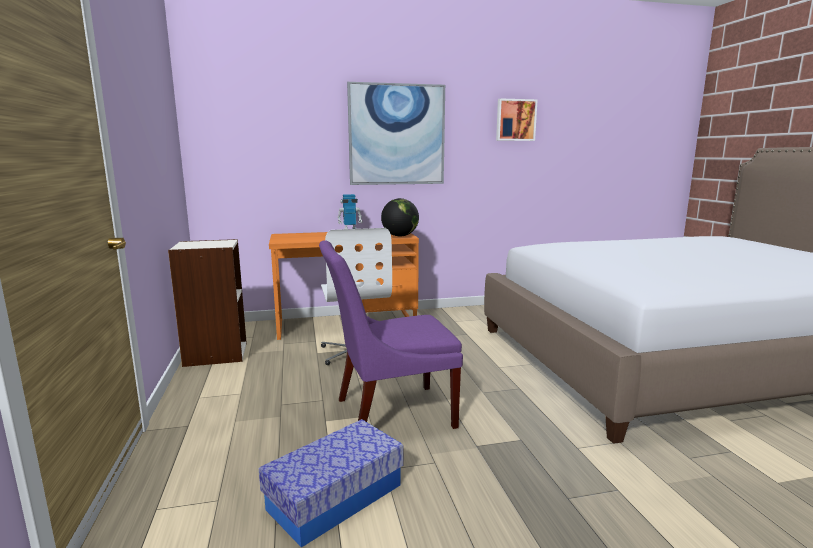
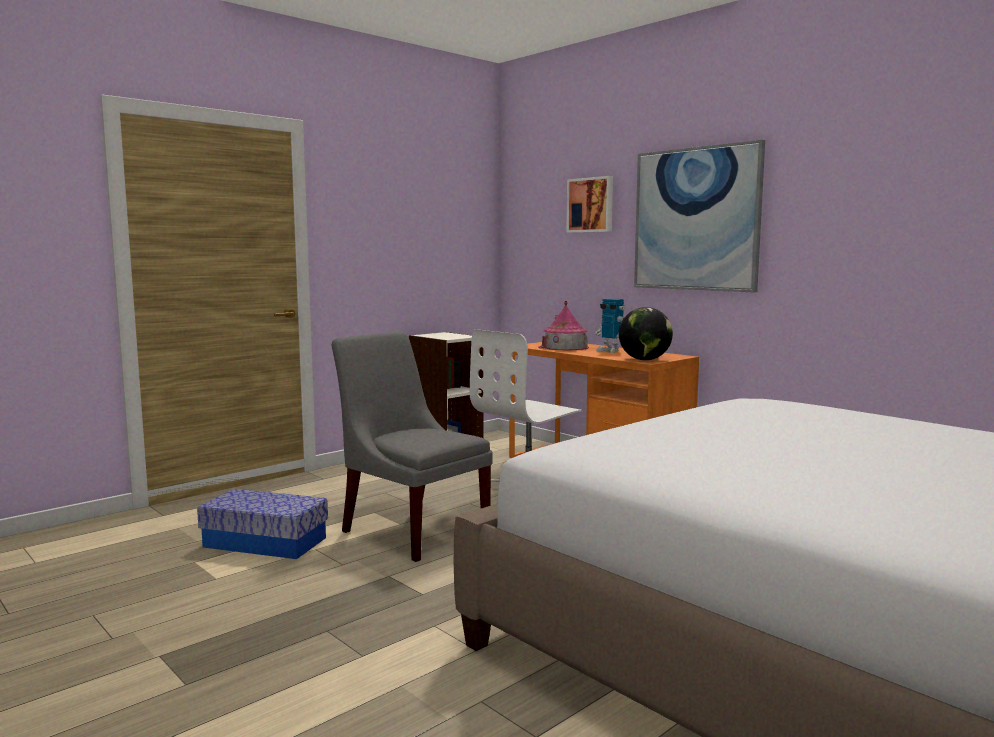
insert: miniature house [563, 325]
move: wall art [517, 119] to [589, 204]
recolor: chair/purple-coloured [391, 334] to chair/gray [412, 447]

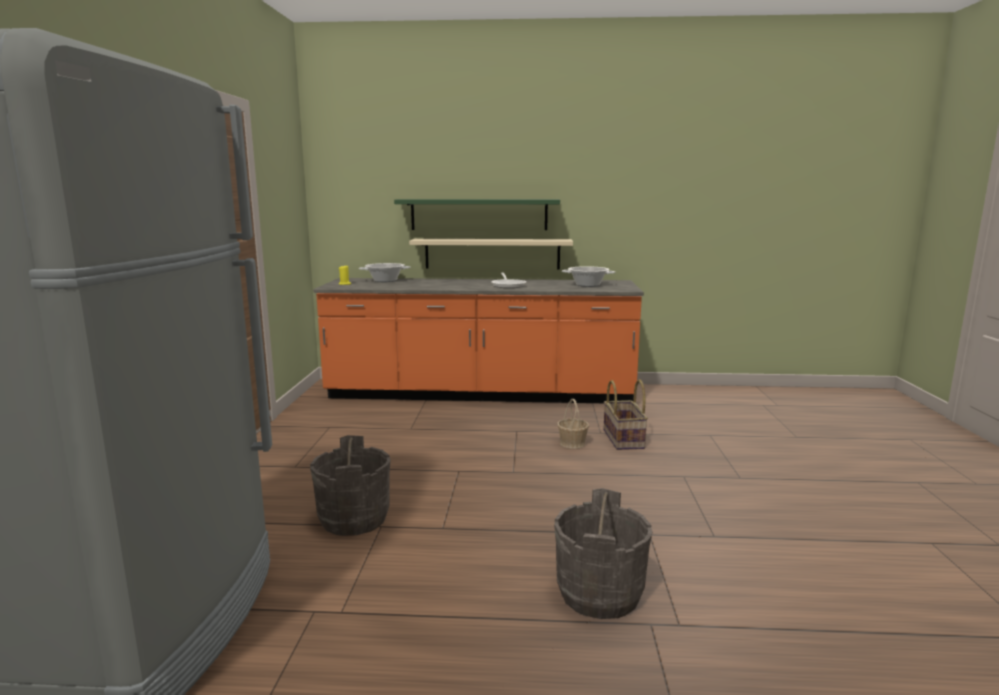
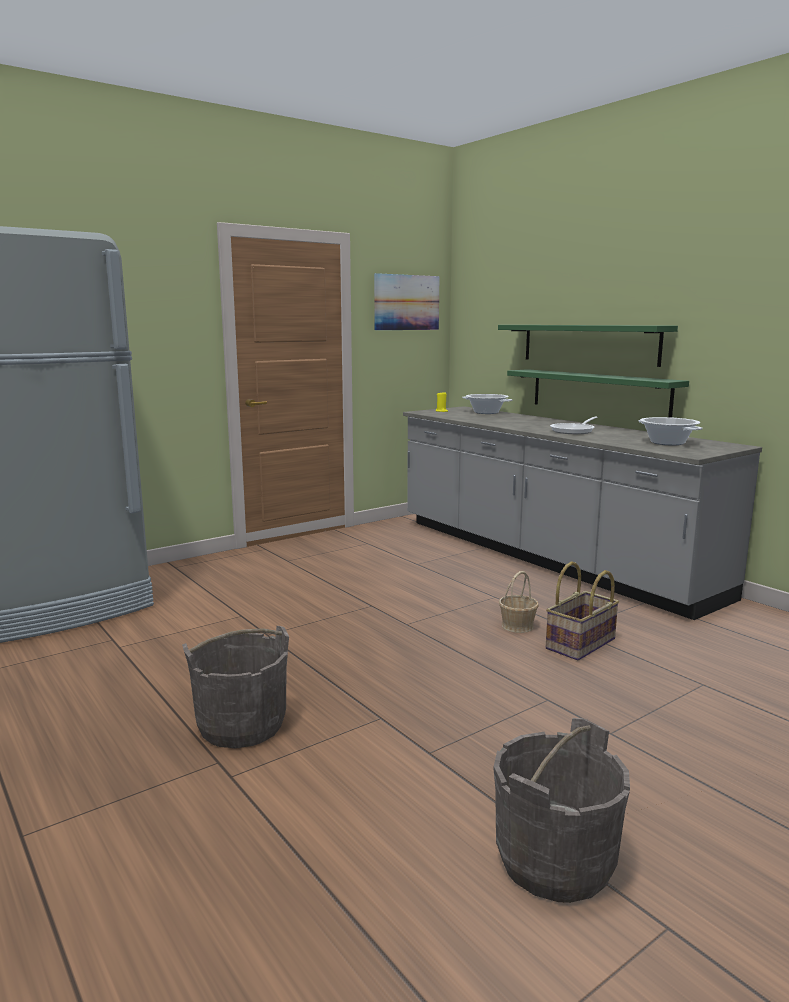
insert: wall art [407, 301]
move: bucket/gray [350, 485] to [562, 810]
recolor: shelf/beige [491, 254] to shelf/greenish [598, 393]; kitchen counter/orangey [478, 340] to kitchen counter/gray [582, 513]

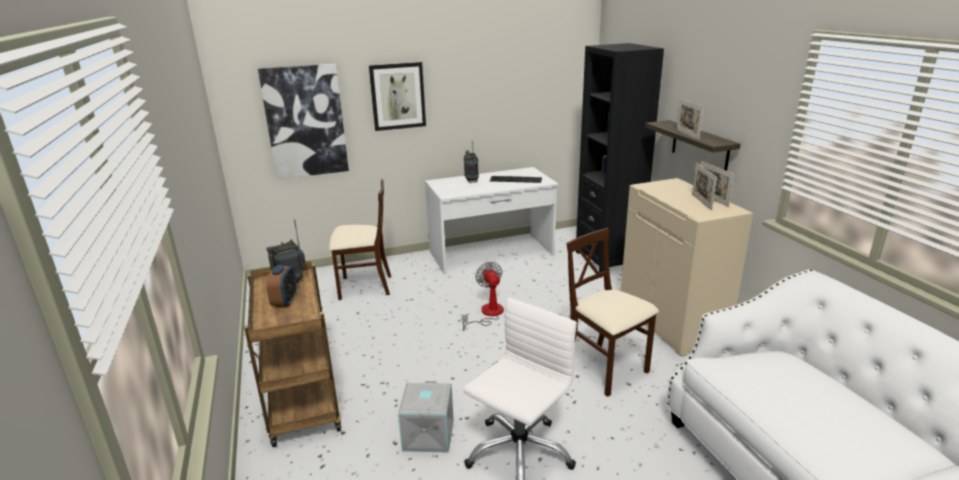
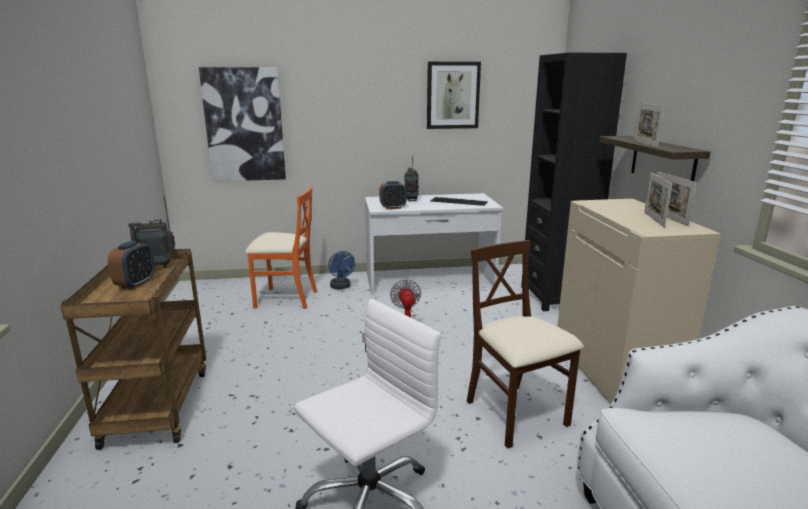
delete: storage box/gray [426, 417]
insert: bedside clock [393, 195]; cooling fan/blue [341, 270]
move: wall art [397, 96] to [454, 95]
recolor: chair/beige [360, 239] to chair/orangey [281, 247]

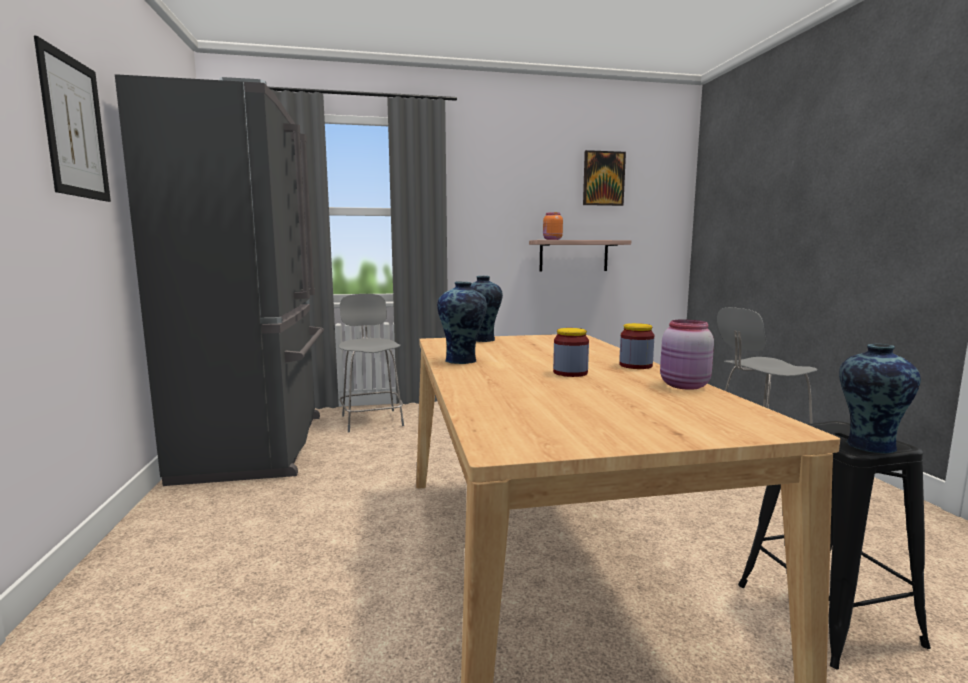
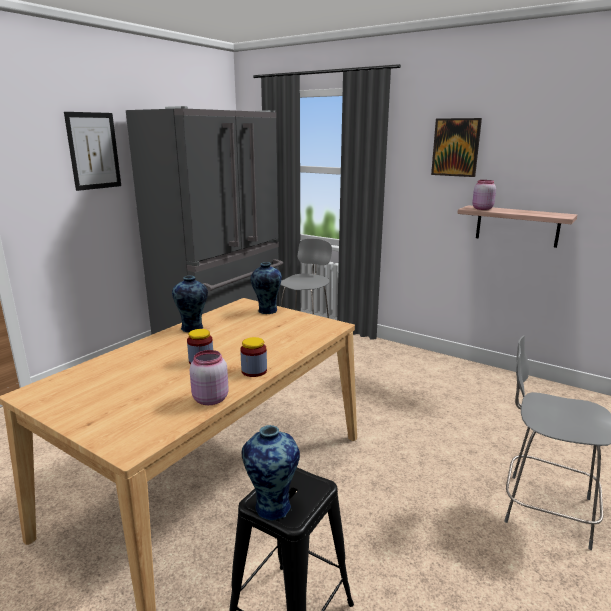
move: wall art [604, 178] to [456, 147]
recolor: jar/orangey [553, 226] to jar/pink [484, 195]

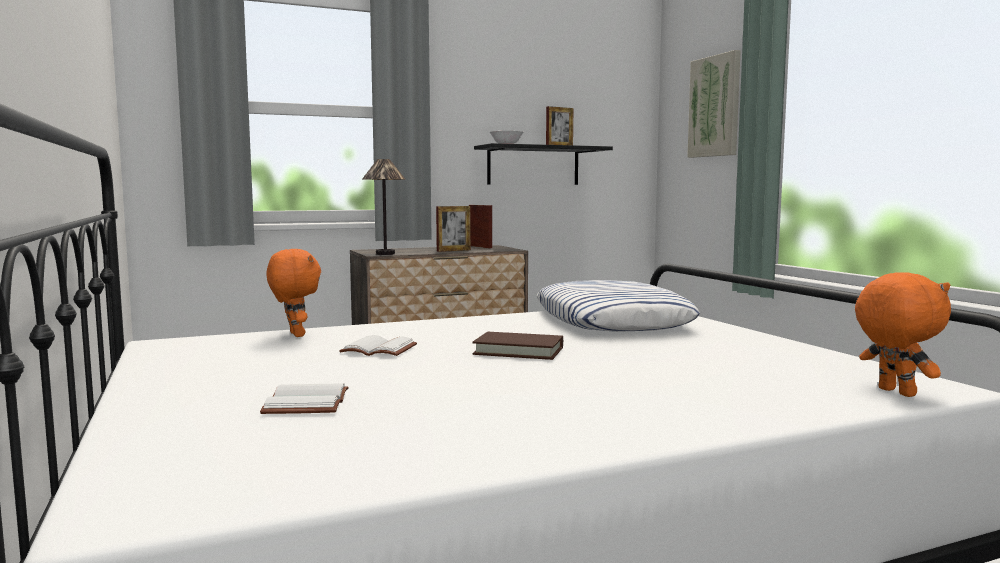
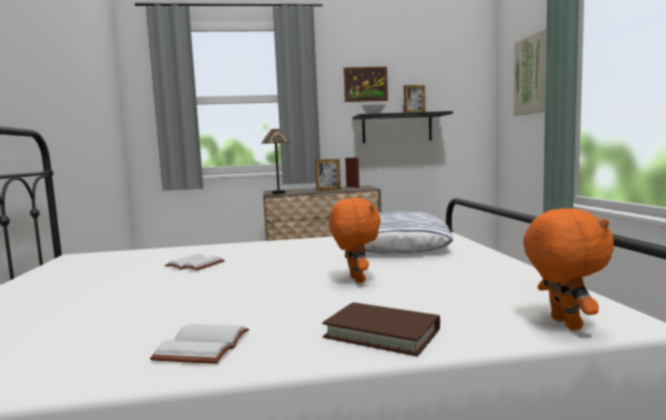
insert: wall art [366, 84]
move: cuddly toy/orangey [293, 293] to [355, 240]; bound book/brownish [518, 346] to [381, 329]; bound book/white [304, 398] to [199, 344]

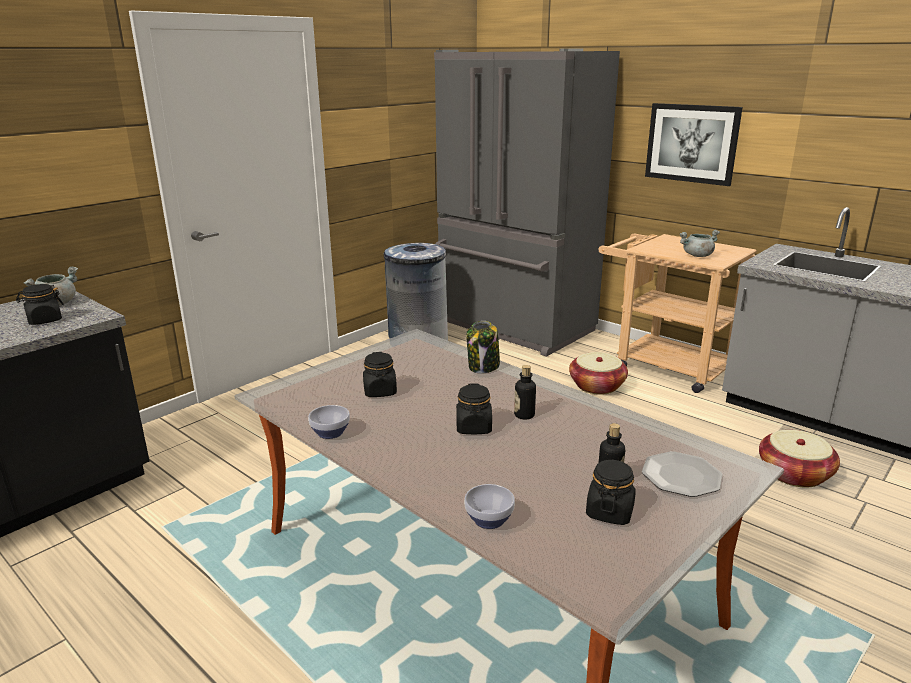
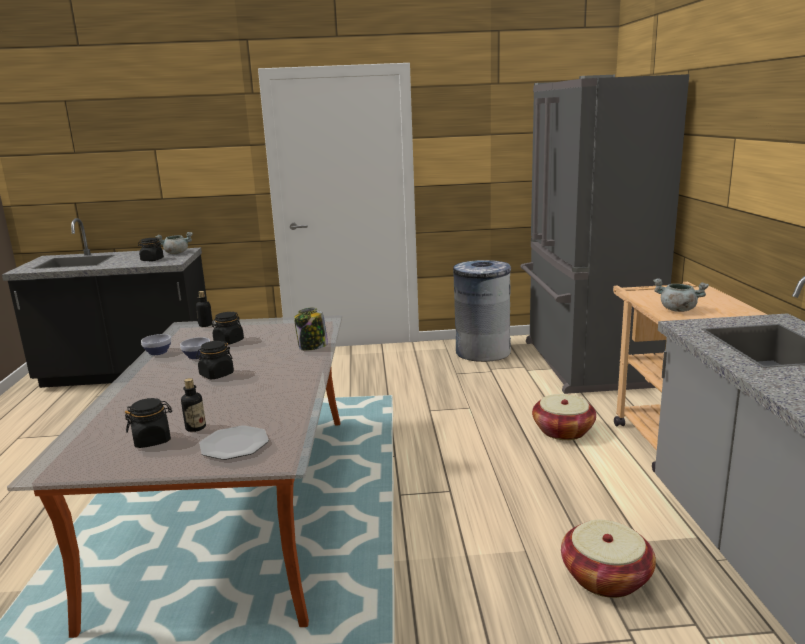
delete: wall art [694, 144]
move: bottle [525, 392] to [204, 309]; bowl [489, 506] to [195, 348]

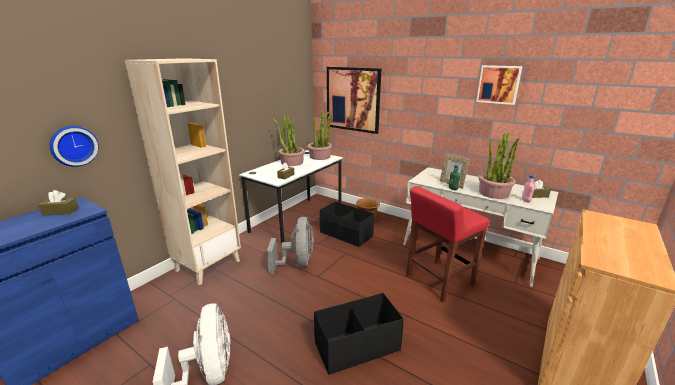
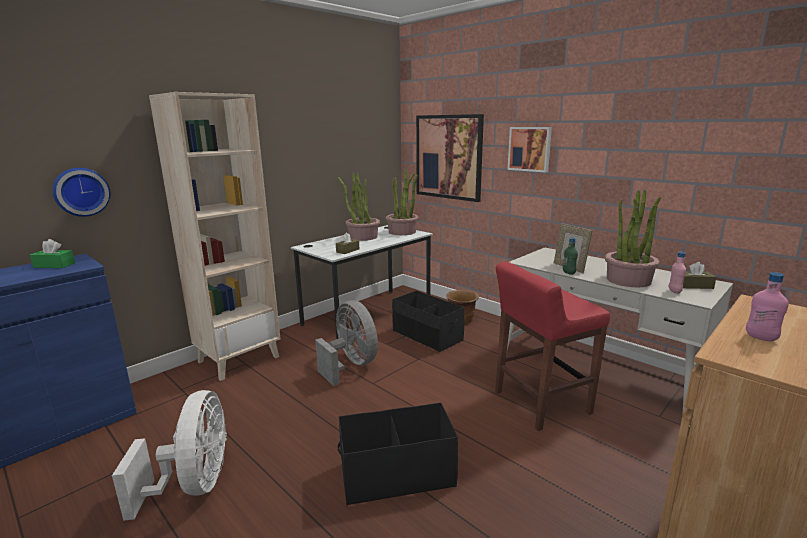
insert: bottle/pink [767, 307]
move: wall art [499, 85] to [529, 150]
recolor: tissue box/brownish [58, 202] to tissue box/greenish [52, 253]
rotate: cooling fan/gray [290, 245] = [346, 343] 45 degrees counterclockwise

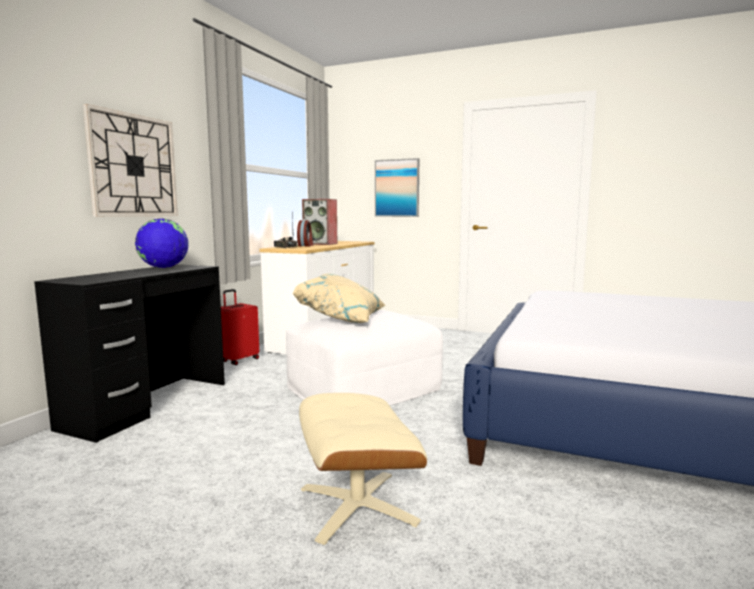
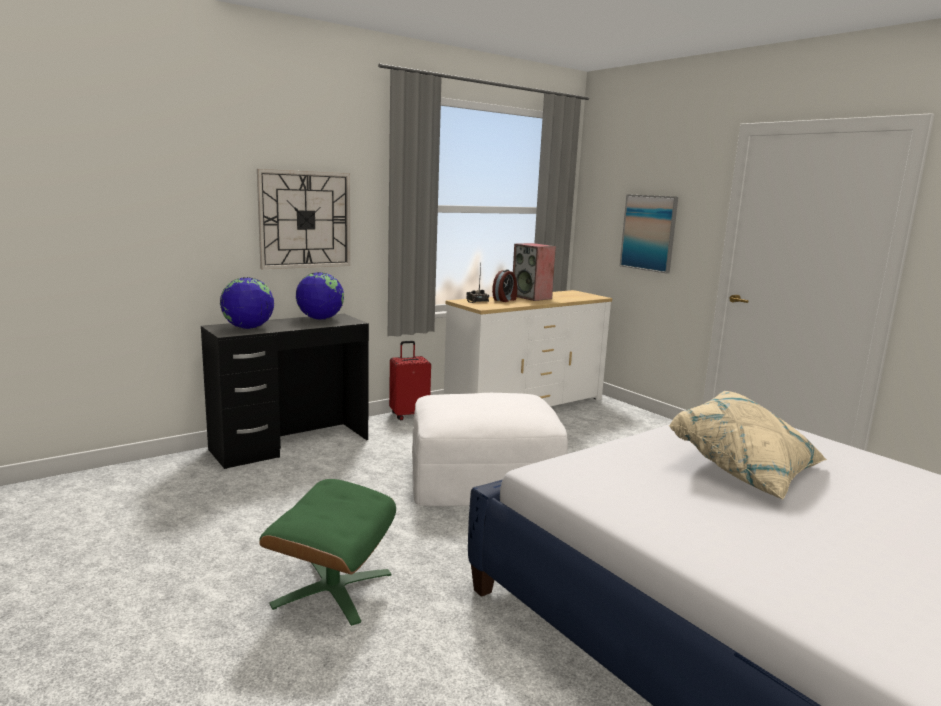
insert: globe [247, 303]
move: cushion/beige [339, 298] to [748, 445]
recolor: footrest/beige [363, 469] to footrest/greenish [327, 552]

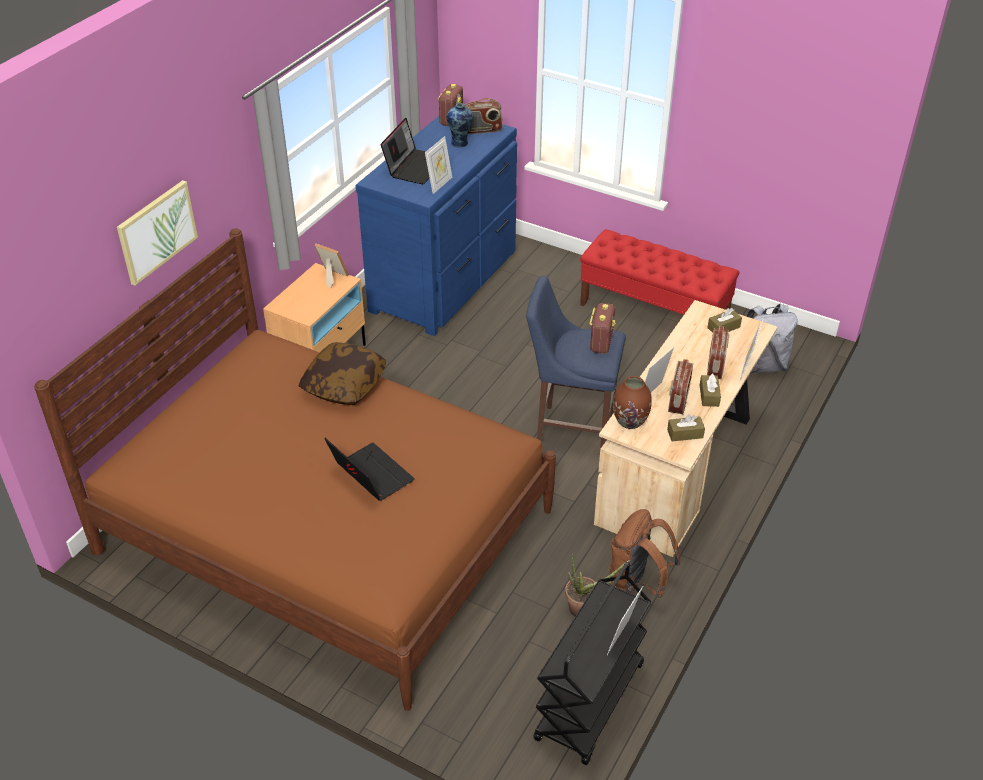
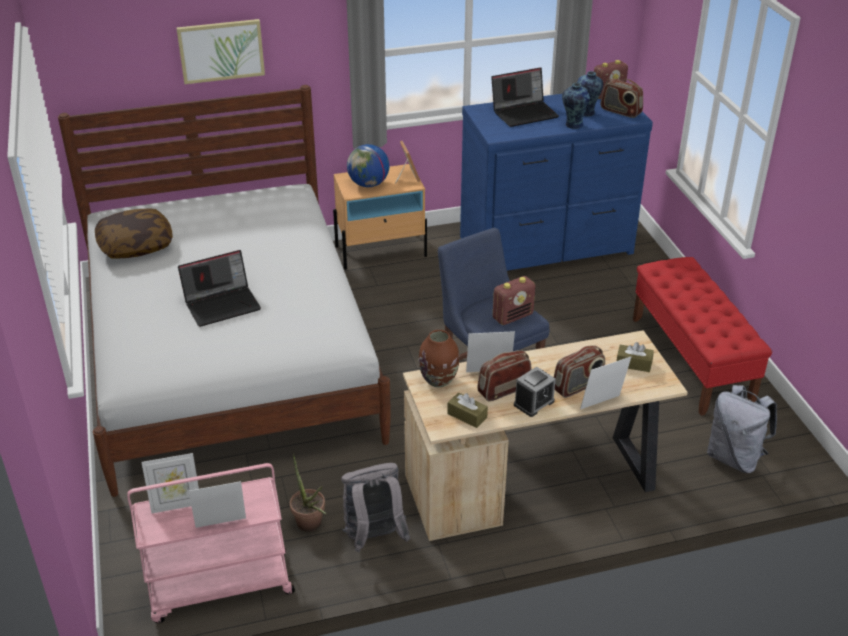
insert: flower vase [576, 106]; globe [368, 165]
move: photo frame [438, 165] to [170, 483]; cushion [342, 373] to [134, 234]
replace: tissue box/brownish [710, 390] to bedside clock [535, 392]
recolor: bedroom bed/brownish [295, 469] to bedroom bed/white [224, 291]; knapsack/brownish [644, 553] to knapsack/gray [375, 507]; cart/black [592, 663] to cart/pink [211, 543]
rotate: notebook computer [370, 469] = [219, 288] 60 degrees clockwise

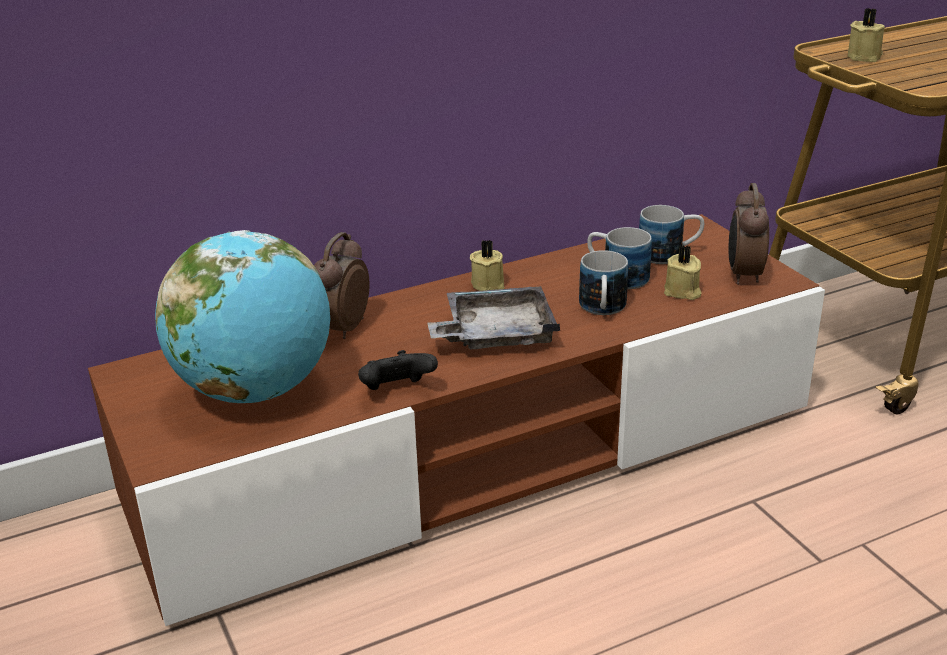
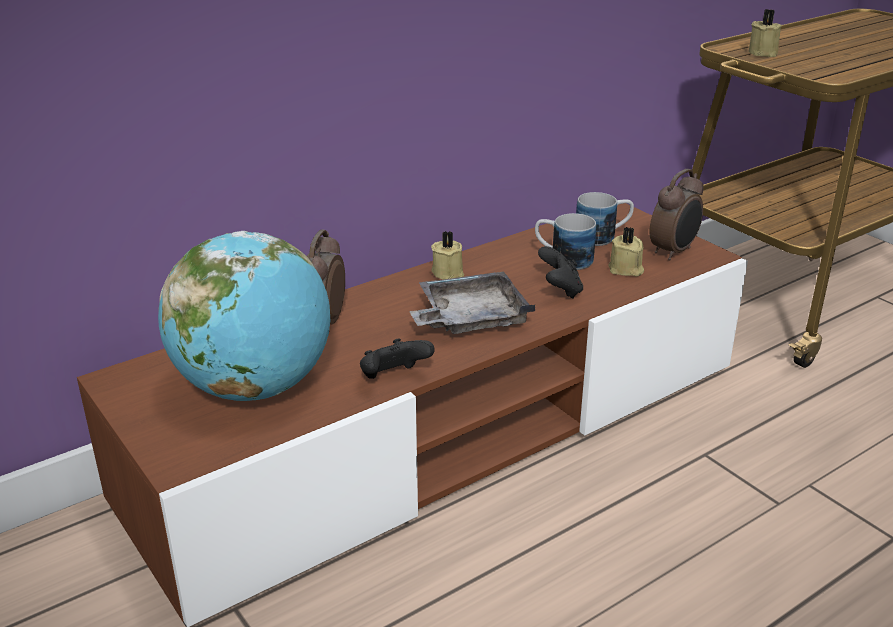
replace: coffee mug [603, 282] to game controller/black [560, 272]
rotate: bedside clock [749, 234] = [676, 215] 135 degrees counterclockwise

